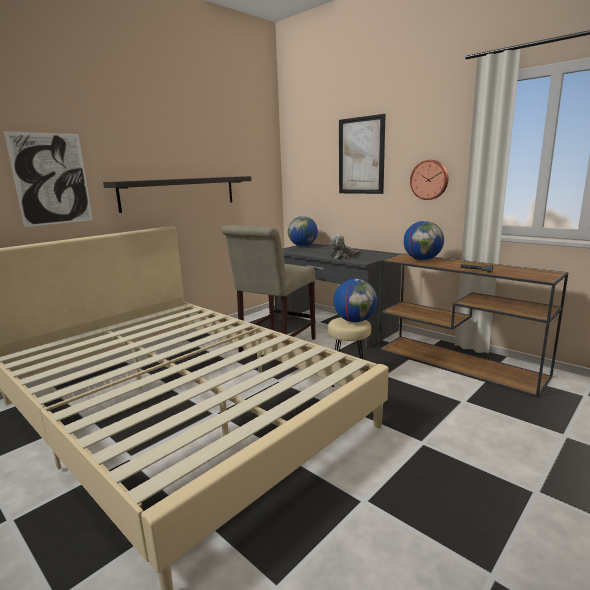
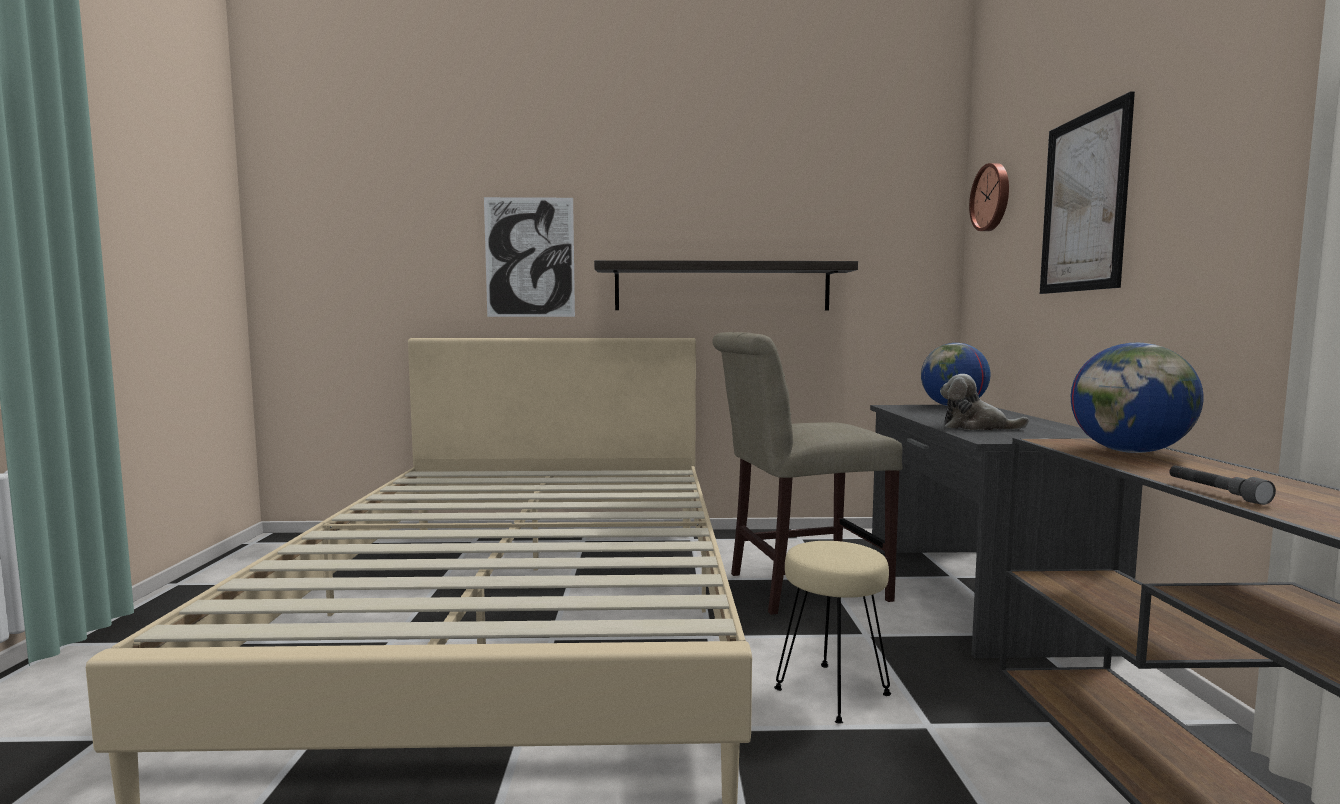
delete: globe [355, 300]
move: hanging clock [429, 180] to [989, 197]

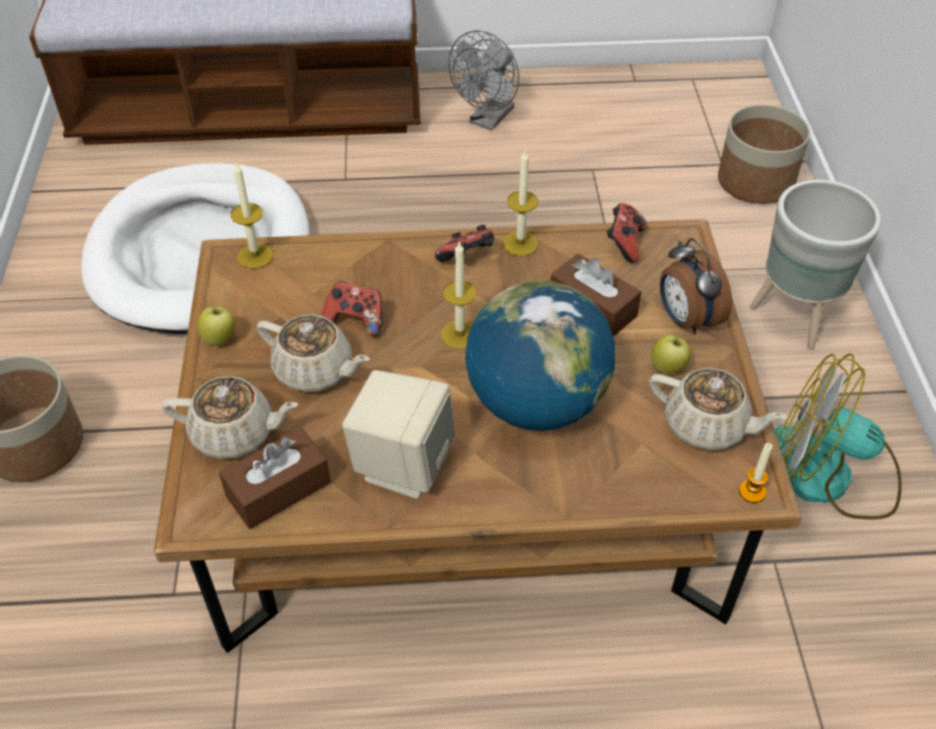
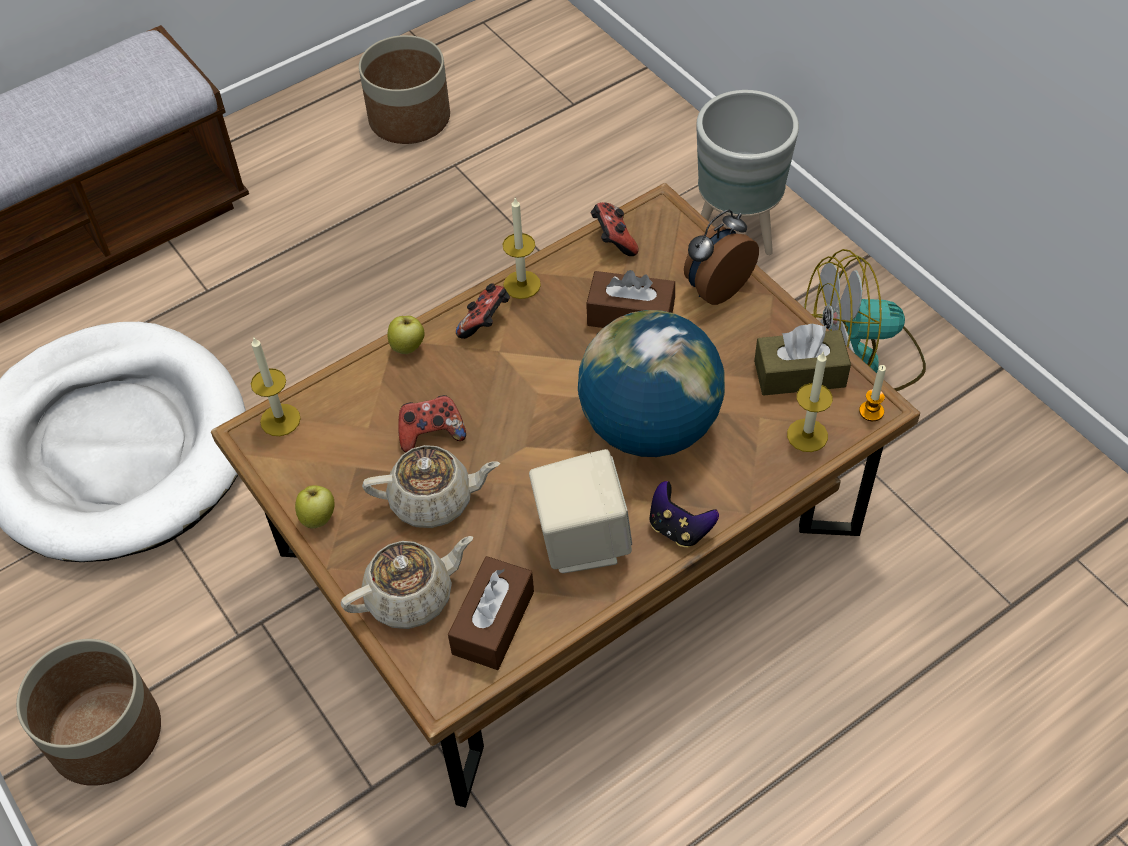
delete: cooling fan/gray [483, 80]
insert: game controller [684, 514]
move: planter [764, 154] to [404, 89]; wax candle [459, 295] to [810, 402]; whole apple [670, 354] to [405, 335]
replace: tea pot/beige [718, 409] to tissue box/brownish [802, 360]
rotate: bedside clock [696, 286] = [721, 257] 105 degrees clockwise

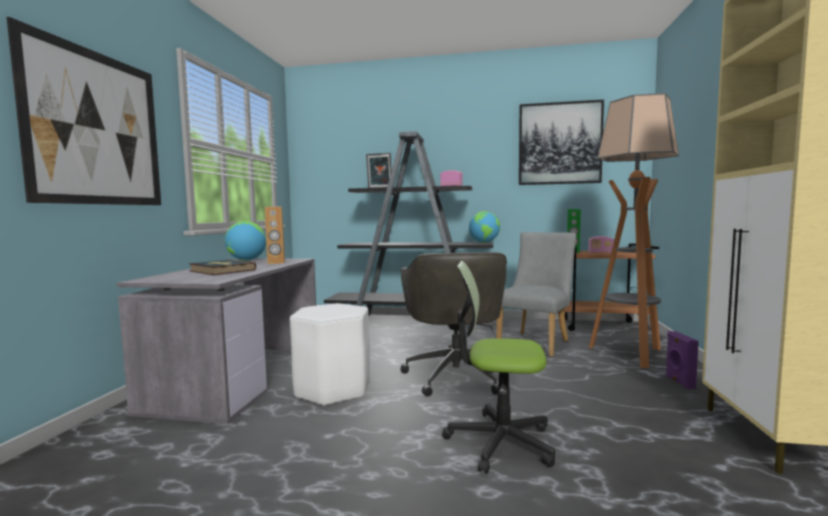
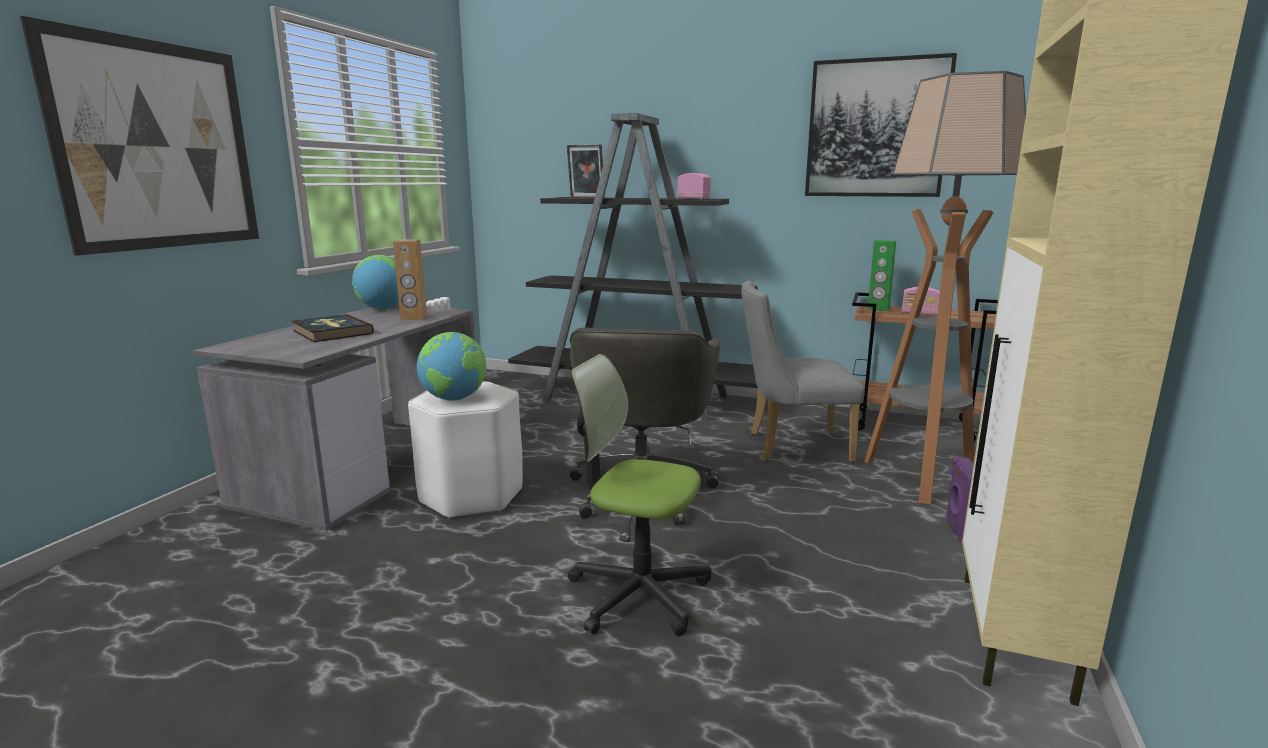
move: globe [484, 227] to [451, 366]
rotate: chair/gray [536, 294] = [803, 371] 135 degrees counterclockwise

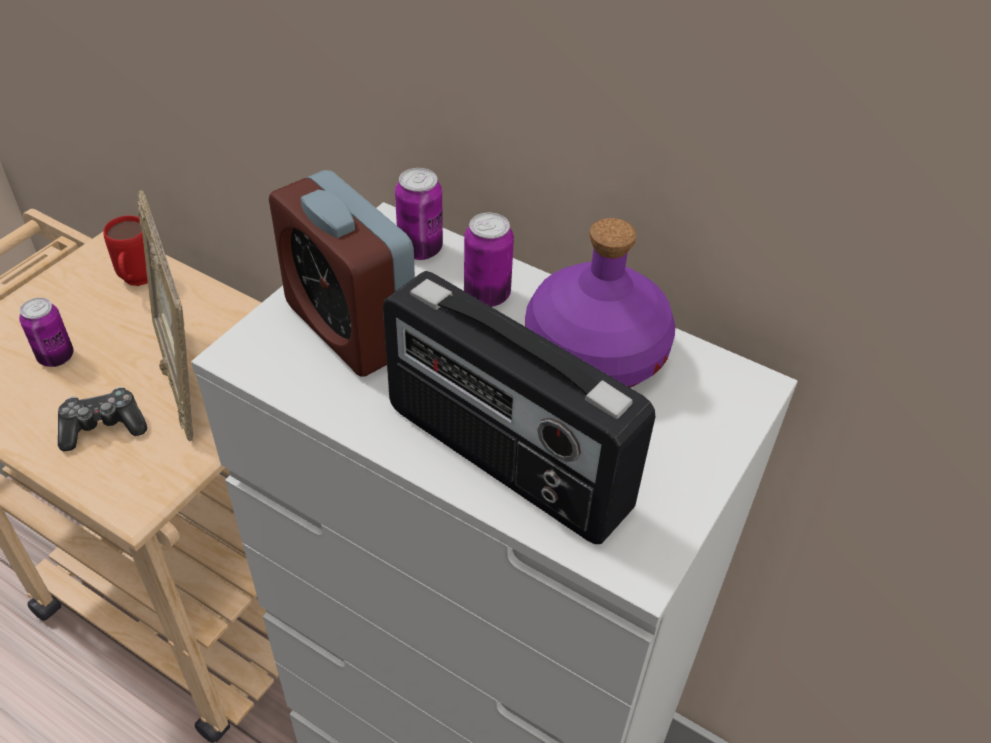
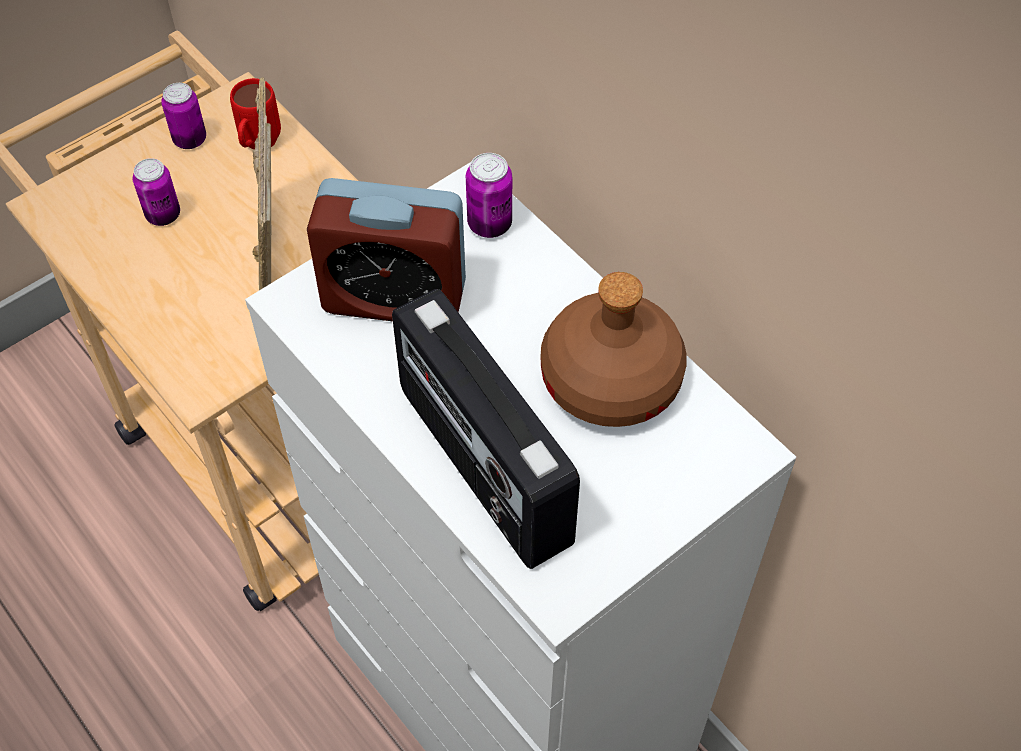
delete: game controller [102, 419]
move: can [489, 260] to [183, 116]
recolor: bottle/purple-coloured [600, 303] to bottle/brownish [613, 349]
rotate: bedside clock [342, 273] = [386, 249] 60 degrees counterclockwise

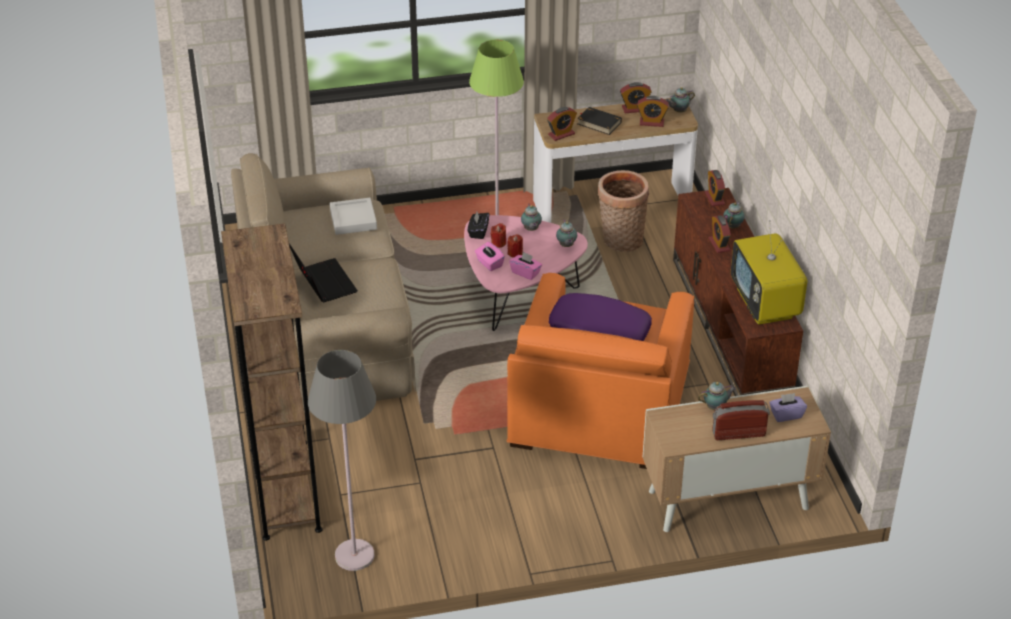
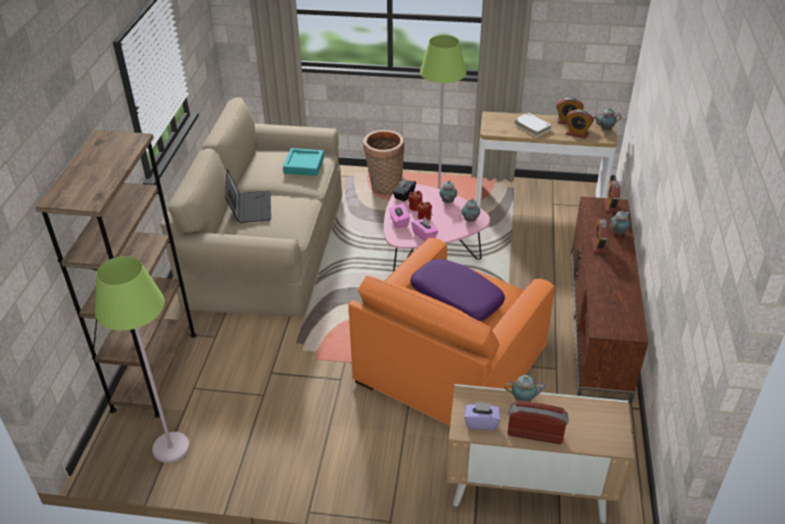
delete: bedside clock [562, 124]; television [769, 272]
move: storage basket [623, 211] to [383, 163]; tissue box/purple-coloured [788, 407] to [482, 416]
recolor: bound book/black [599, 121] to bound book/white [533, 125]; carrying tray/gray [353, 216] to carrying tray/turquoise-coloured [303, 162]; floor lamp/gray [342, 460] to floor lamp/greenish [142, 359]

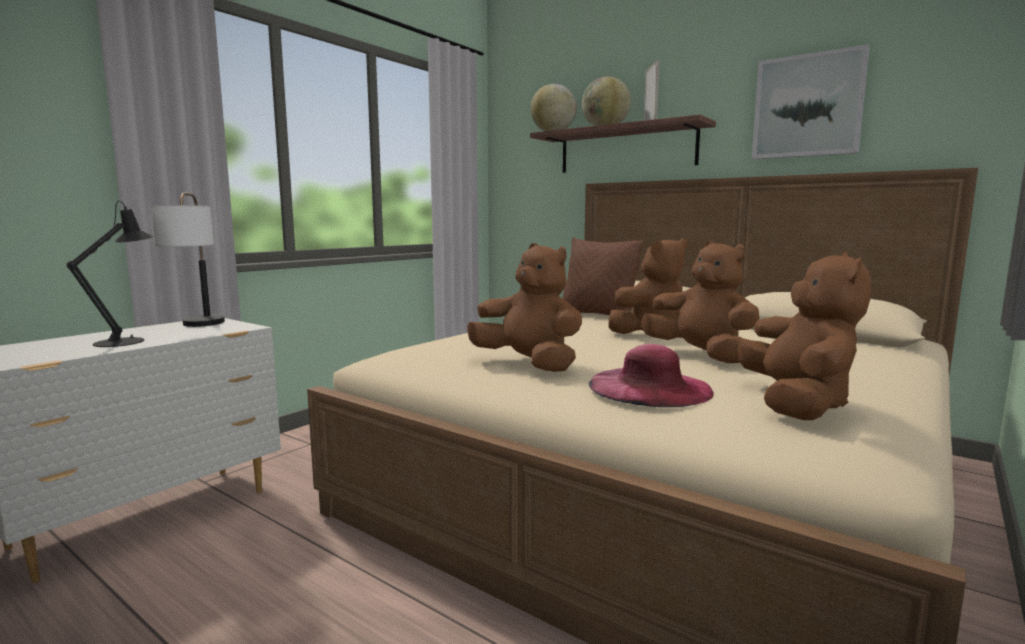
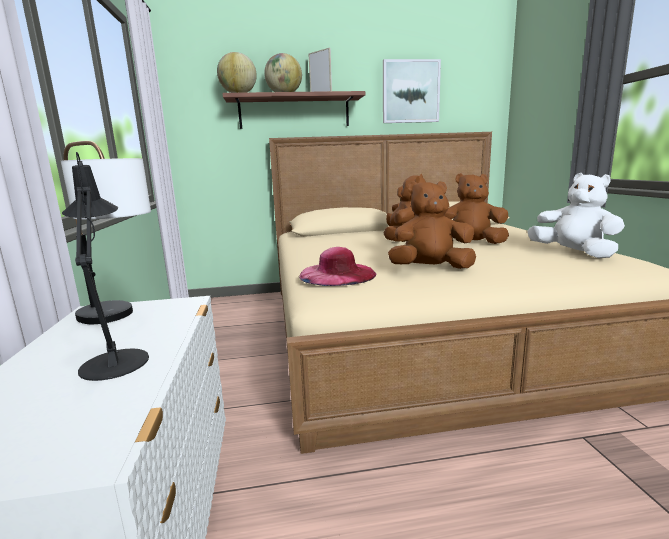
delete: cushion/brownish [604, 276]
move: wearable hat/pink [651, 375] to [337, 266]
recolor: cuddly toy/brownish [804, 336] to cuddly toy/white [576, 215]

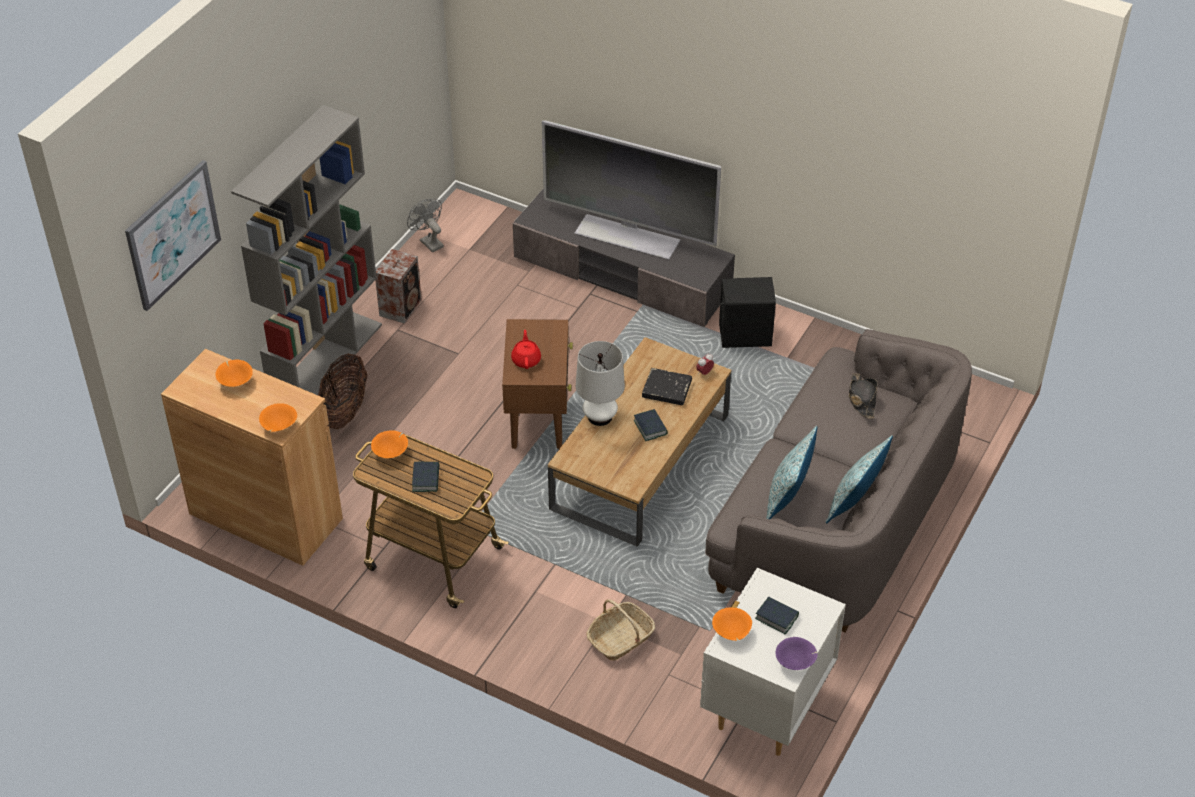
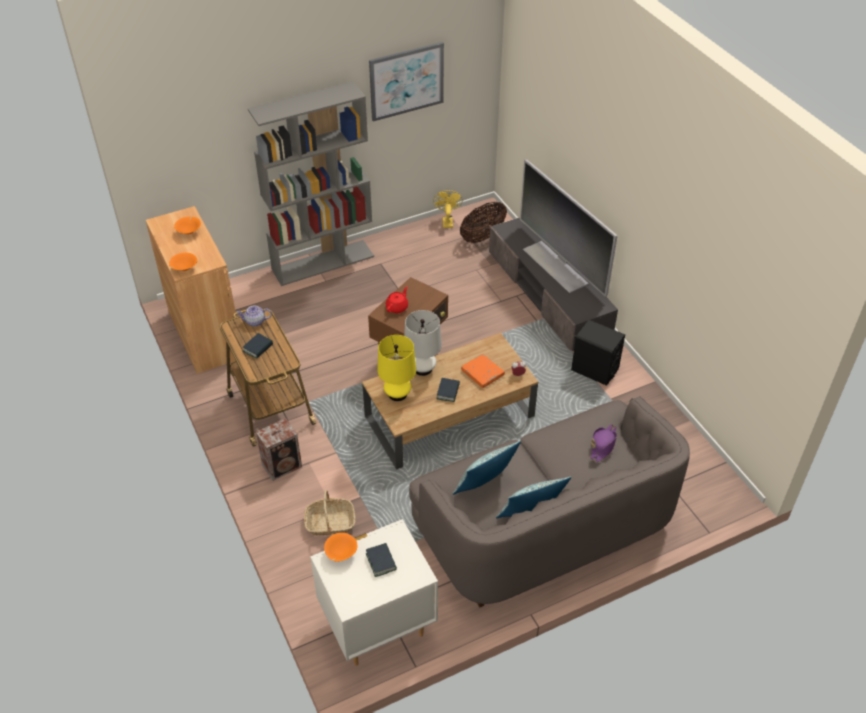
delete: bowl/purple-coloured [797, 653]
insert: lamp for a table/yellow [396, 368]
move: wall art [173, 235] to [406, 82]; speaker [398, 286] to [279, 449]; storage basket [342, 391] to [483, 222]
replace: bowl/orangey [389, 444] to tea pot [254, 316]
recolor: cooling fan/gray [425, 226] to cooling fan/yellow [448, 209]; bound book/black [667, 386] to bound book/orangey [483, 371]; wearable hat/black [863, 396] to wearable hat/purple-coloured [604, 443]

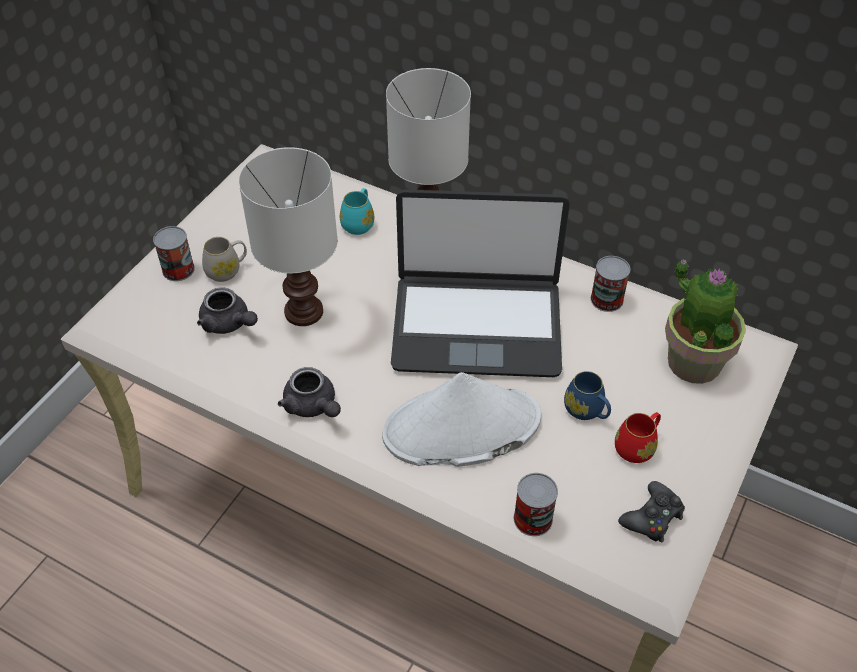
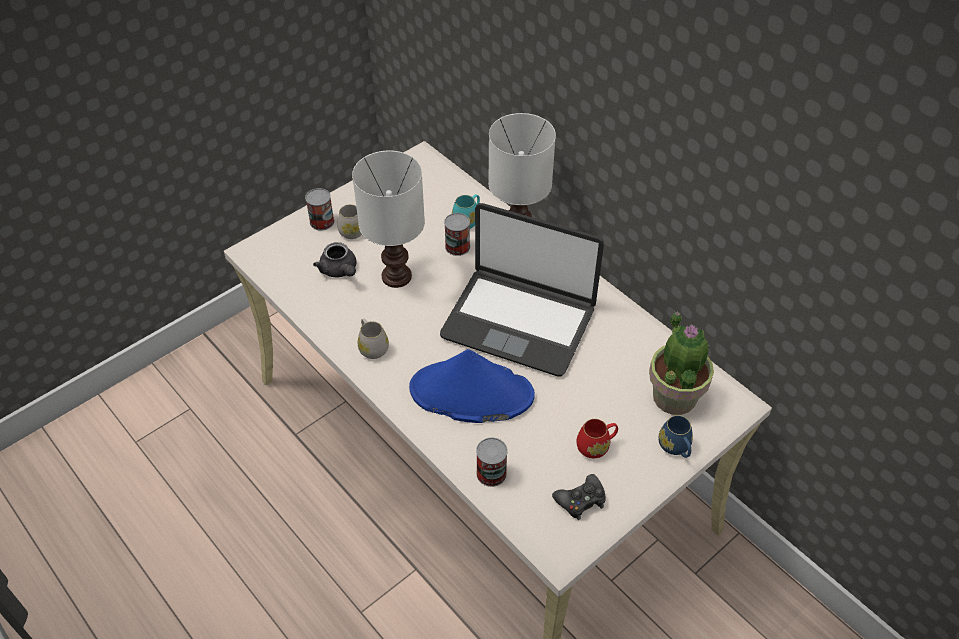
move: can [610, 284] to [457, 234]; coffee mug/blue [587, 395] to [675, 436]
replace: tea pot/gray [309, 392] to coffee mug/white [373, 338]
recolor: wearable hat/white [461, 419] to wearable hat/blue [472, 386]

